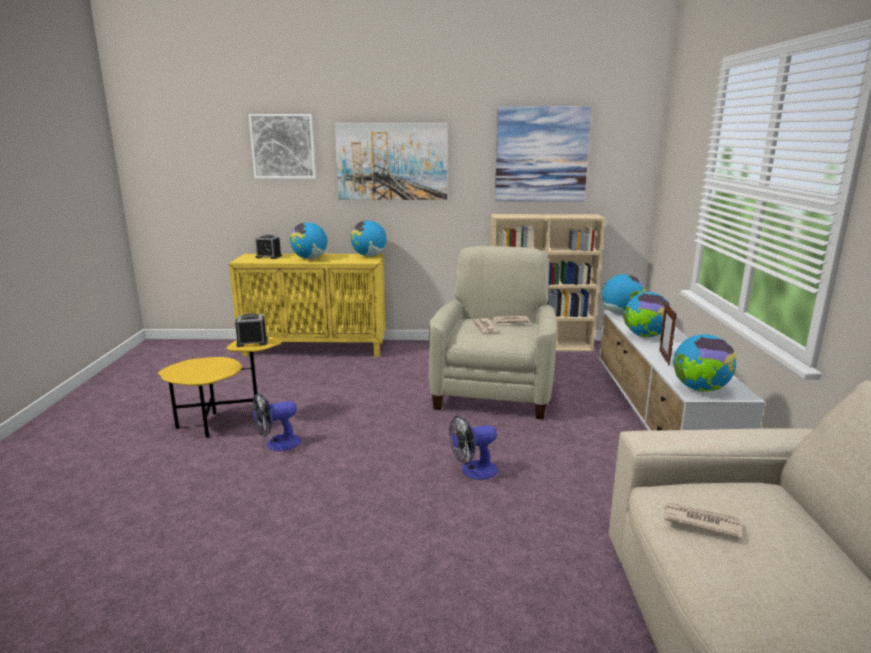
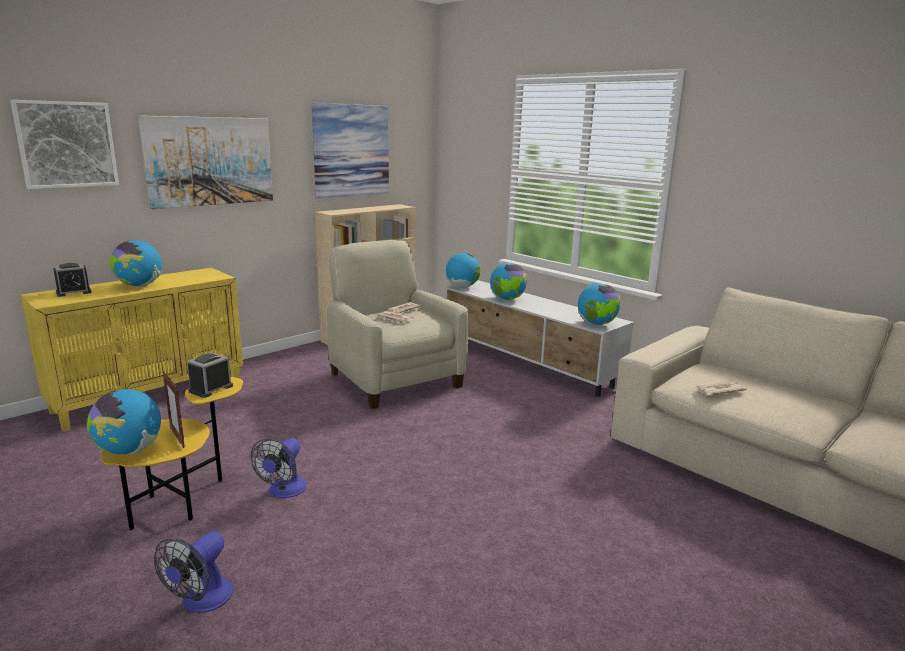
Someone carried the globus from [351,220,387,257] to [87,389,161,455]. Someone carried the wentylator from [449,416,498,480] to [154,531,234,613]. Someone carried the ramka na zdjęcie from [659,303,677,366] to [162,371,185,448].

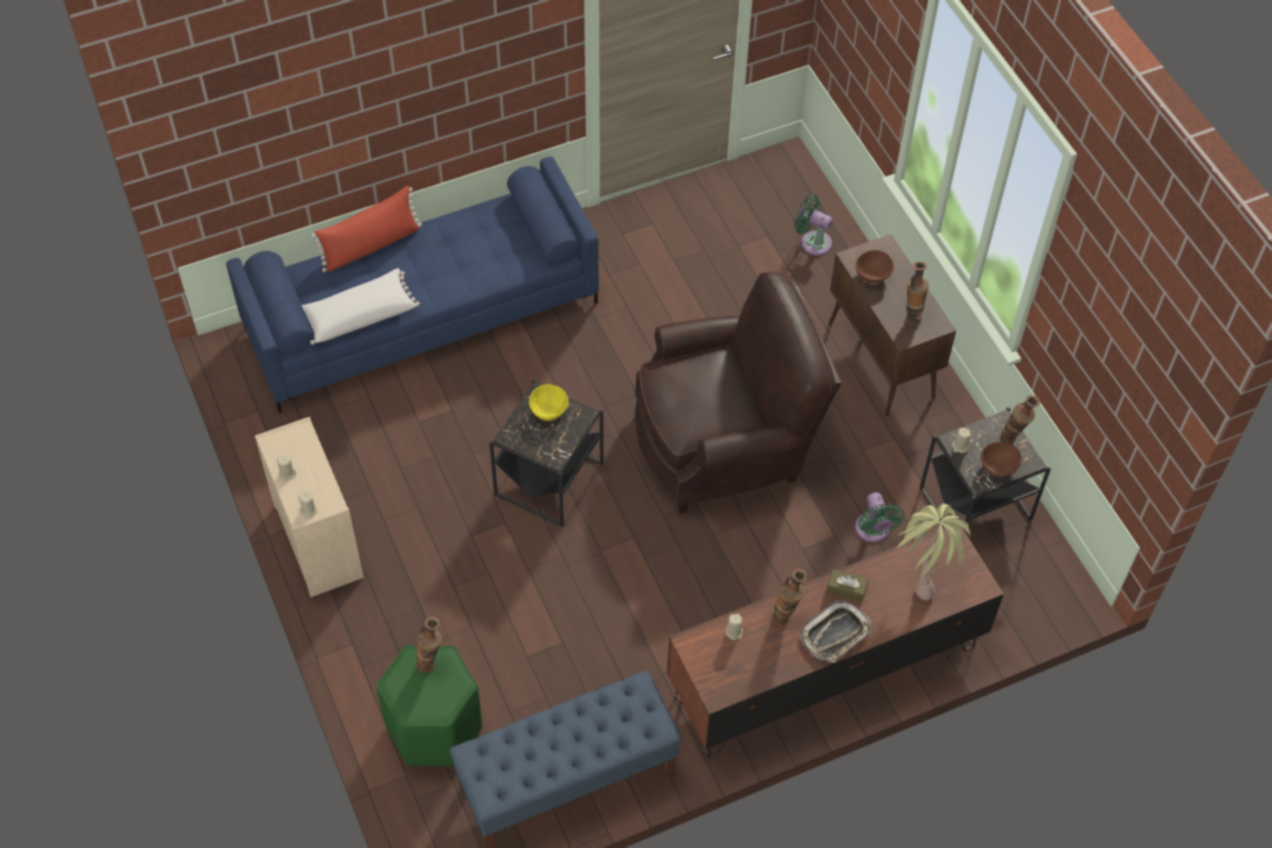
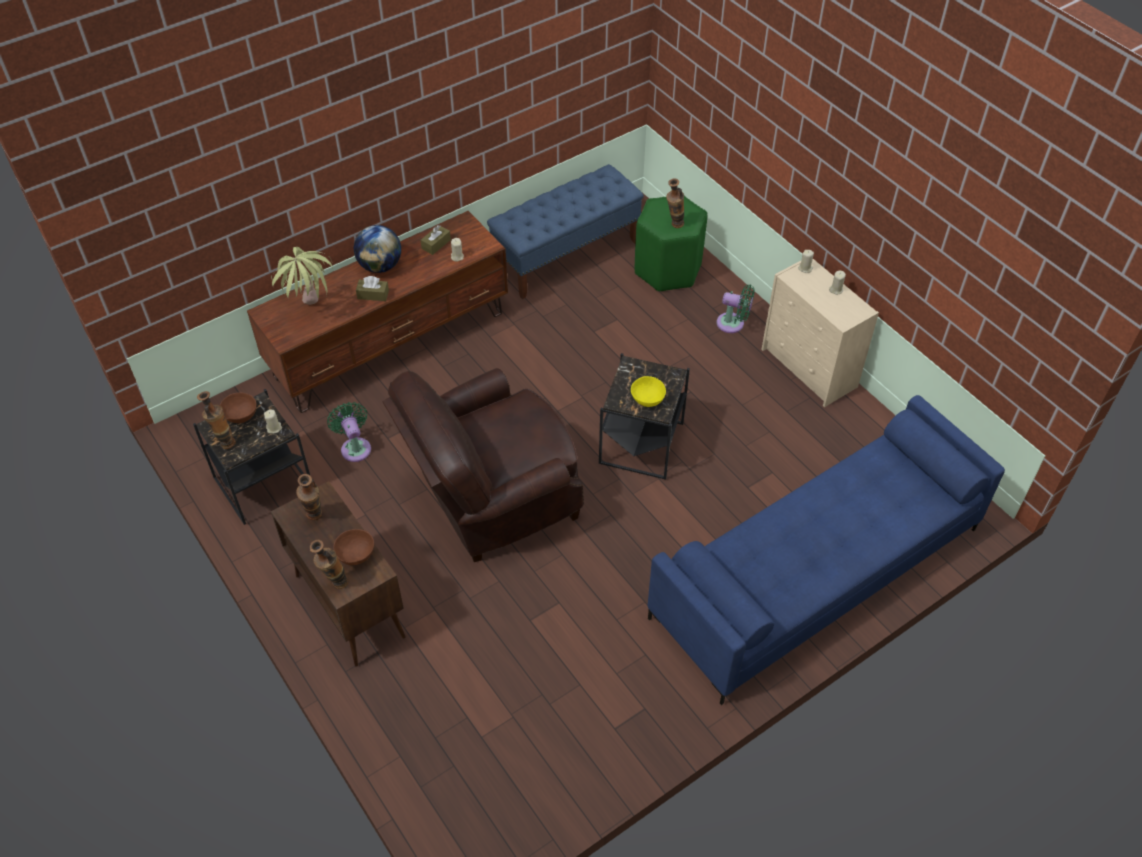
Someone took away the poduszka (biały) at [302,268,420,345]. Someone took away the poduszka (czerwony) at [311,186,422,272]. Someone carried the wazon from [772,569,807,625] to [310,540,349,589]. Someone carried the wentylator (zielony) from [794,194,833,256] to [716,285,755,333]. Someone swapped the taca at [800,600,871,663] for the globus at [354,225,401,273]. Someone put down the pudełko chusteczek (brązowy) at [421,225,451,255].

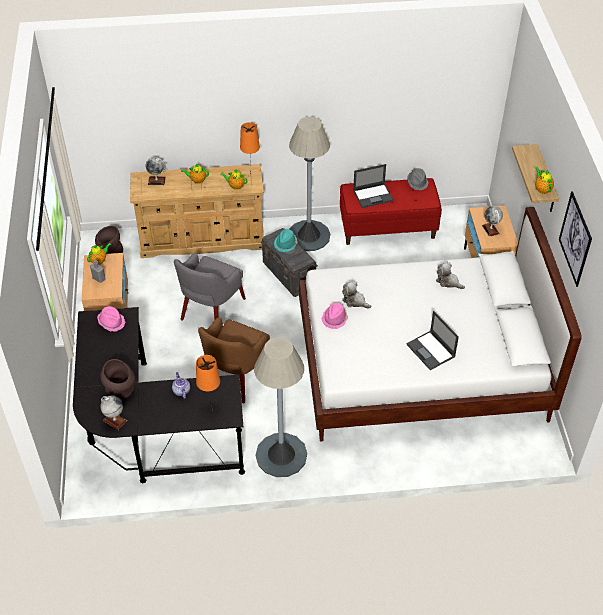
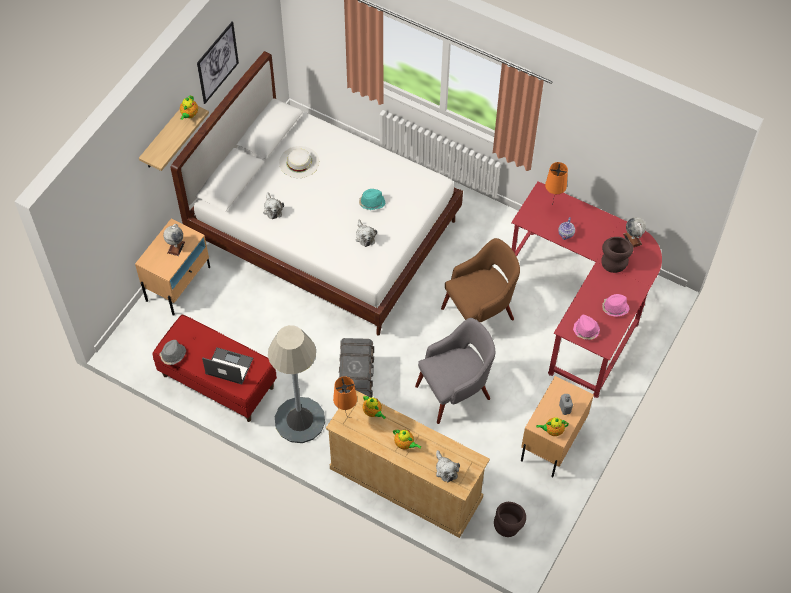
Someone repainted the biurko (czarny) at [73,307,245,483], which became the biurko (czerwony) at [511,181,662,398]. Someone swapped the globus at [146,157,166,185] for the pluszak at [436,450,460,482]. Someone took away the lampa stojąca (szary) at [254,337,307,477]. Someone carried the kapelusz (turkusowy) from [274,229,298,252] to [359,189,385,210]. Someone carried the kapelusz (różowy) from [322,303,348,329] to [602,294,629,317]. Someone took away the laptop at [406,311,459,370]. Someone put down the kapelusz (biały) at [279,146,319,178].

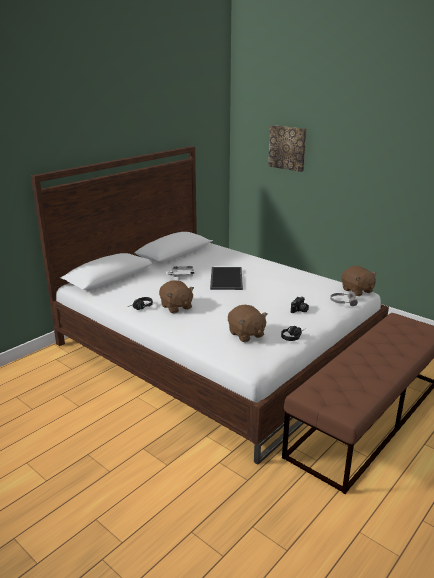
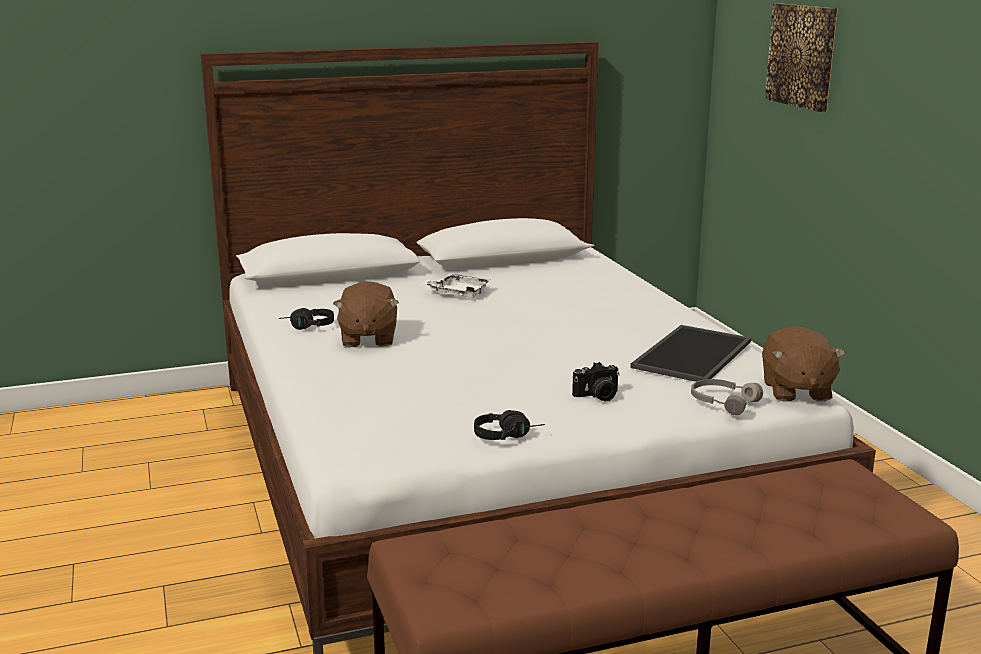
Someone carried the taca from [210,267,243,290] to [630,325,751,382]. Someone took away the pluszak (brązowy) at [228,305,267,342].

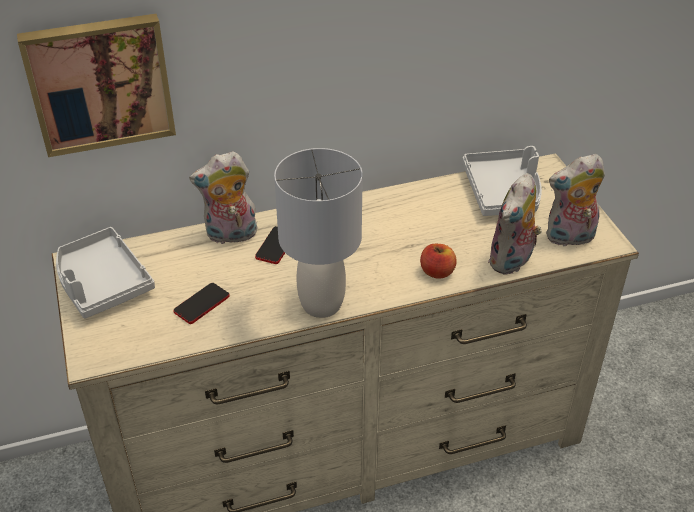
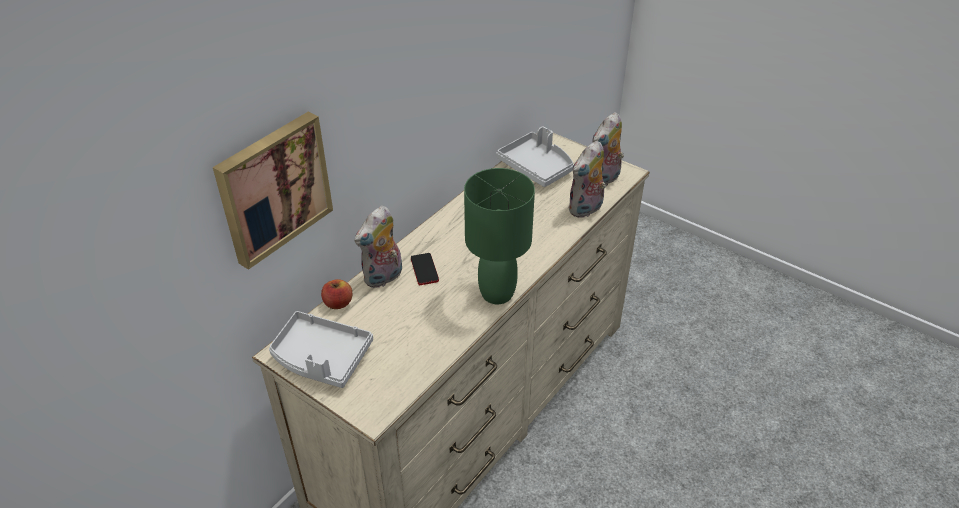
Someone took away the telefon at [173,283,229,324]. Someone repainted the lampa stołowa (szary) at [274,148,363,318], which became the lampa stołowa (zielony) at [464,168,535,304]. Someone carried the jabłko from [420,244,457,279] to [321,279,352,309]. Someone rotated the pluszak at [488,173,542,275] by 45 degrees clockwise.

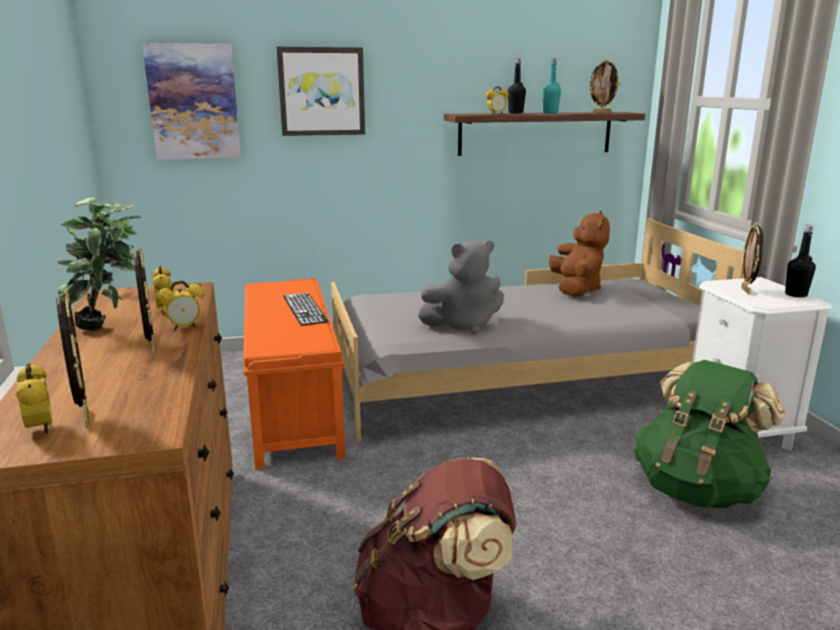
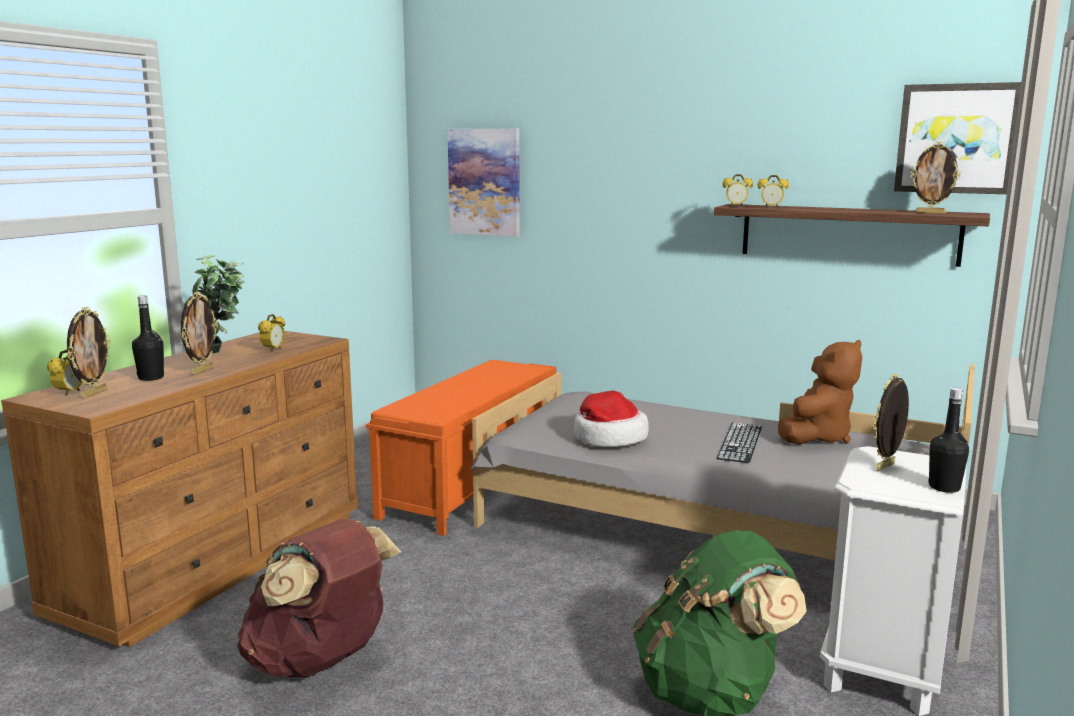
Someone carried the budzik from [156,280,204,331] to [723,174,753,207]. Someone carried the obraz from [276,47,365,136] to [894,82,1021,194]. Someone carried the klawiatura from [283,293,329,326] to [716,423,762,463]. Someone swapped the pluszak (szary) at [418,240,504,334] for the kapelusz at [574,391,649,447]. Someone carried the butelka (czarny) from [508,58,526,114] to [132,295,164,381]. Someone took away the butelka (turkusowy) at [543,58,561,114].

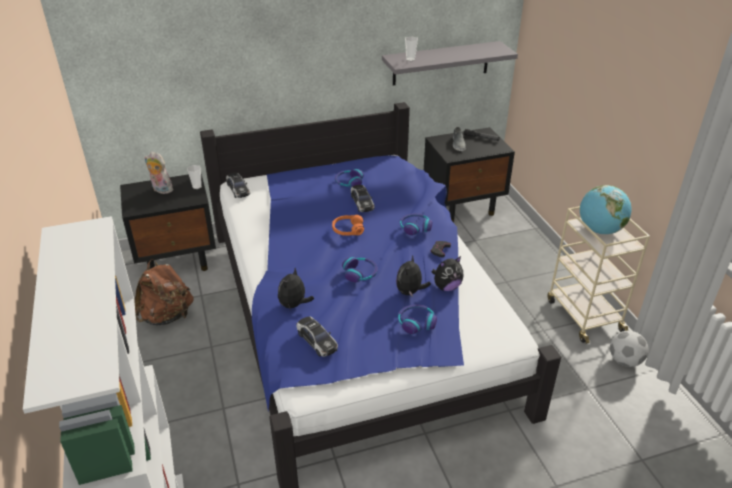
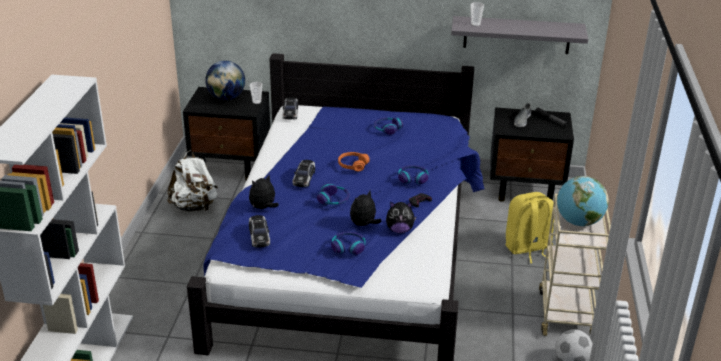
Someone repainted the plecak (brązowy) at [134,259,193,325], which became the plecak (biały) at [167,150,218,211]. Someone swapped the pluszak at [144,152,173,194] for the globus at [205,61,245,100]. Someone carried the samochodzik from [351,185,375,212] to [292,160,315,187]. Someone put down the plecak (żółty) at [506,192,554,264].

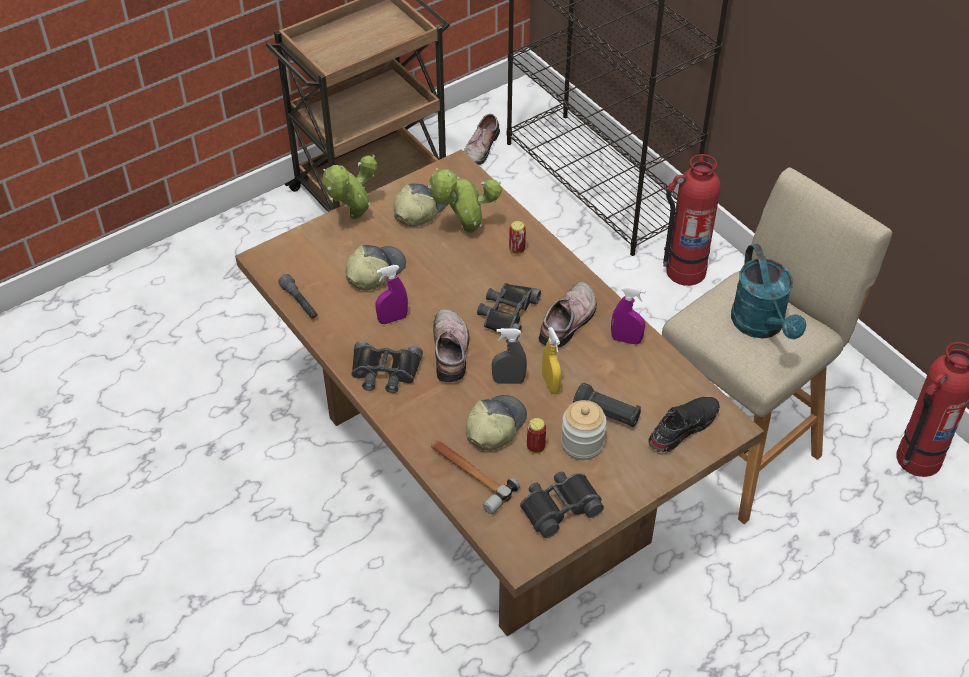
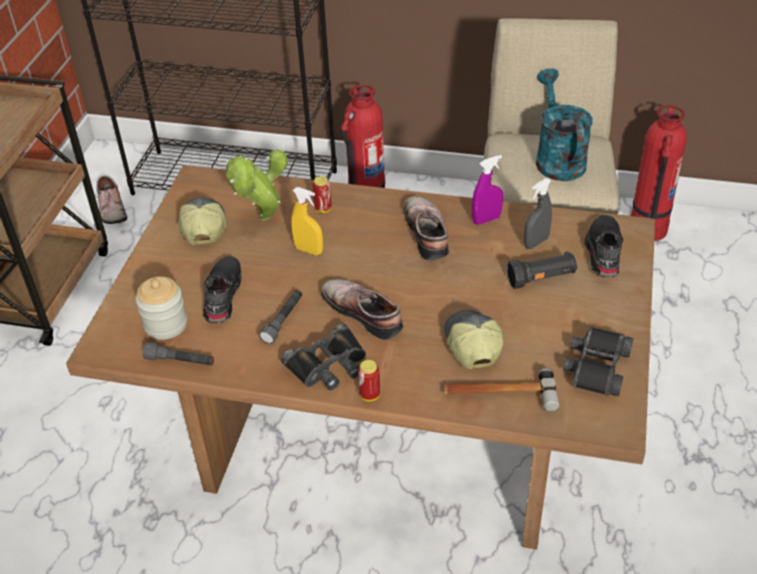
Someone took away the roślina doniczkowa at [323,155,377,220]. Someone swapped the czapka z daszkiem at [346,245,406,291] for the but (czarny) at [203,256,241,323]. Someone swapped the spryskiwacz (fioletowy) at [376,265,408,324] for the latarka (szary) at [259,290,302,344]. Someone took away the lornetka (czarny) at [477,283,541,339]. Someone carried the spryskiwacz (szary) from [492,328,527,384] to [524,178,552,249]. Someone carried the puszka from [527,418,546,454] to [358,360,380,401]. Someone carried the spryskiwacz (żółty) from [542,327,561,394] to [291,187,323,255]. Someone carried the słoik from [561,400,606,460] to [136,276,187,340]. Someone rotated the konewka (turkusowy) at [731,244,806,339] by 135 degrees counterclockwise.

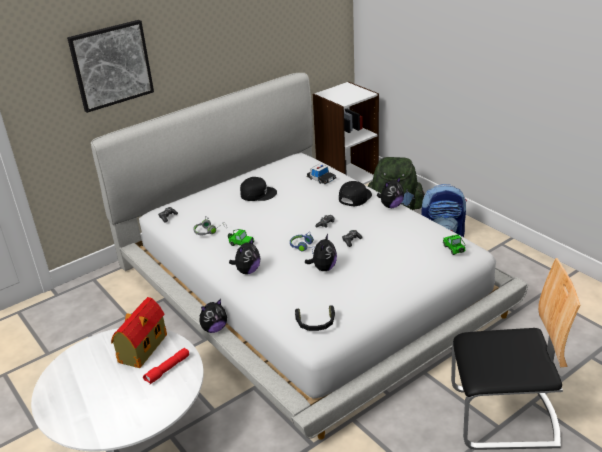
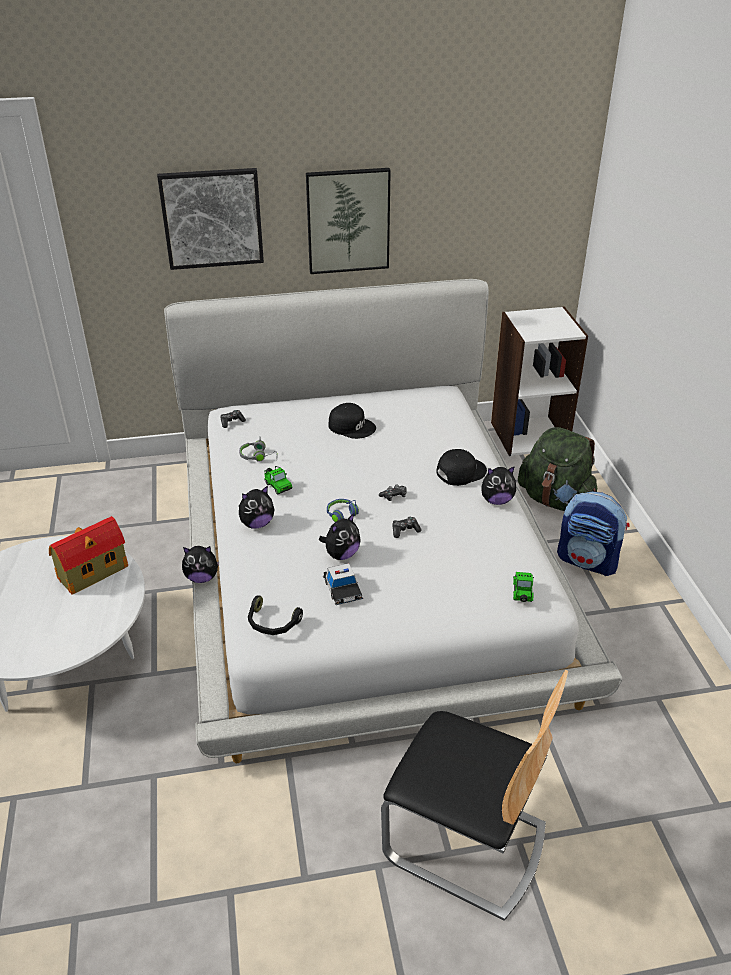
Someone took away the latarka (czerwony) at [143,348,189,384]. Someone carried the samochodzik from [306,164,336,184] to [323,563,363,605]. Someone put up the obraz at [306,168,391,274].

